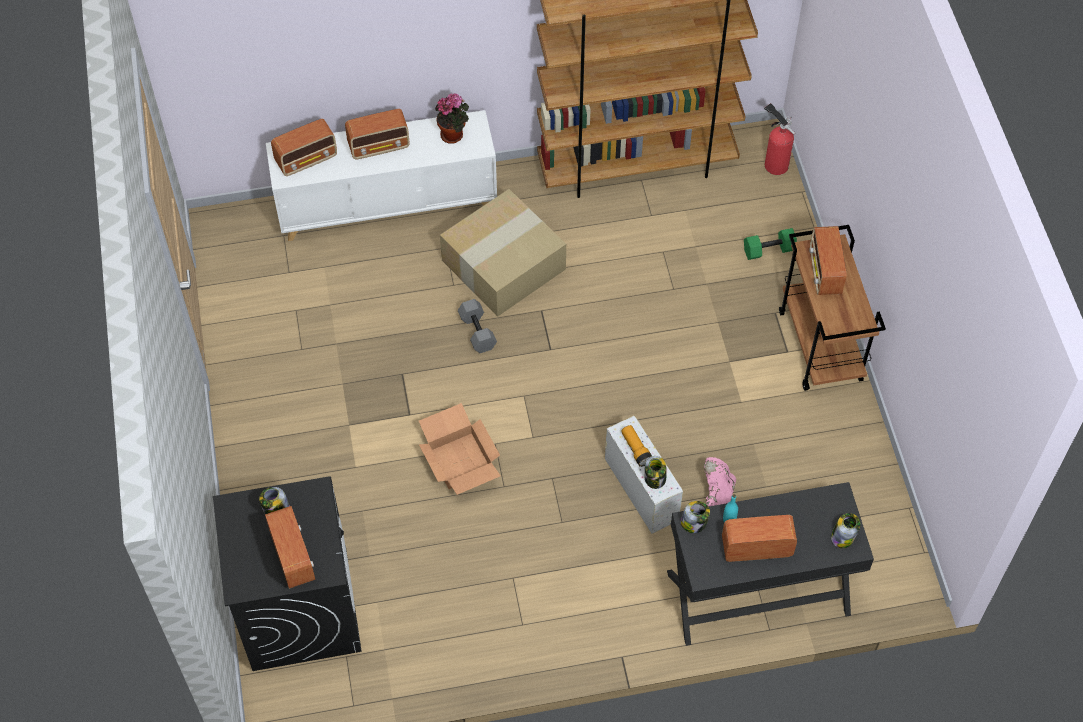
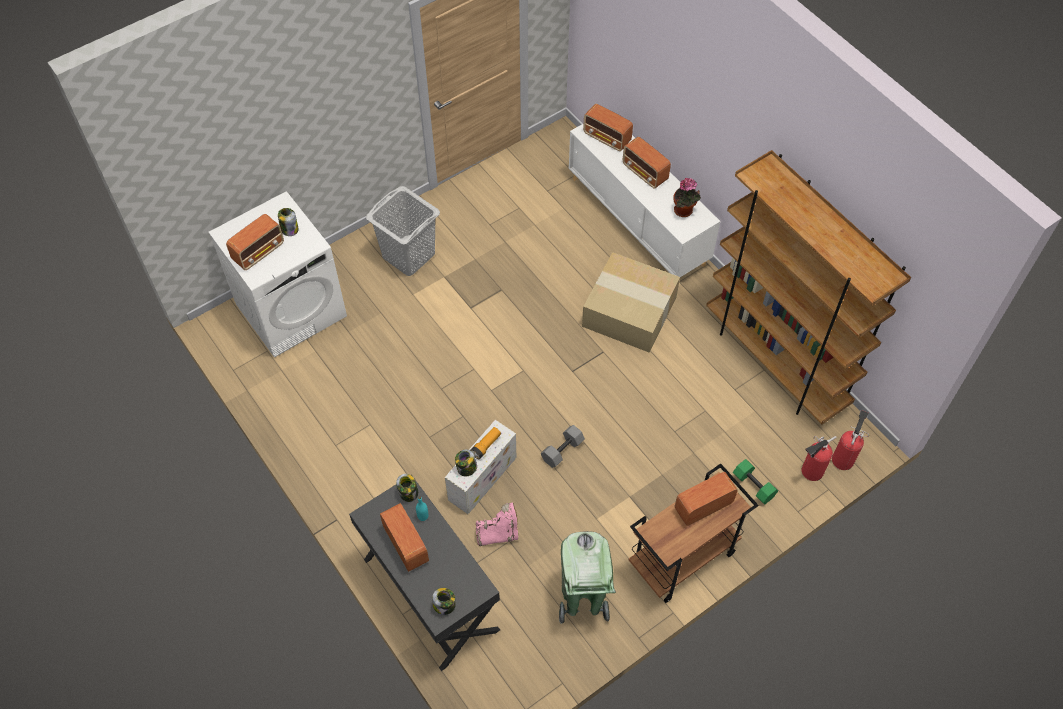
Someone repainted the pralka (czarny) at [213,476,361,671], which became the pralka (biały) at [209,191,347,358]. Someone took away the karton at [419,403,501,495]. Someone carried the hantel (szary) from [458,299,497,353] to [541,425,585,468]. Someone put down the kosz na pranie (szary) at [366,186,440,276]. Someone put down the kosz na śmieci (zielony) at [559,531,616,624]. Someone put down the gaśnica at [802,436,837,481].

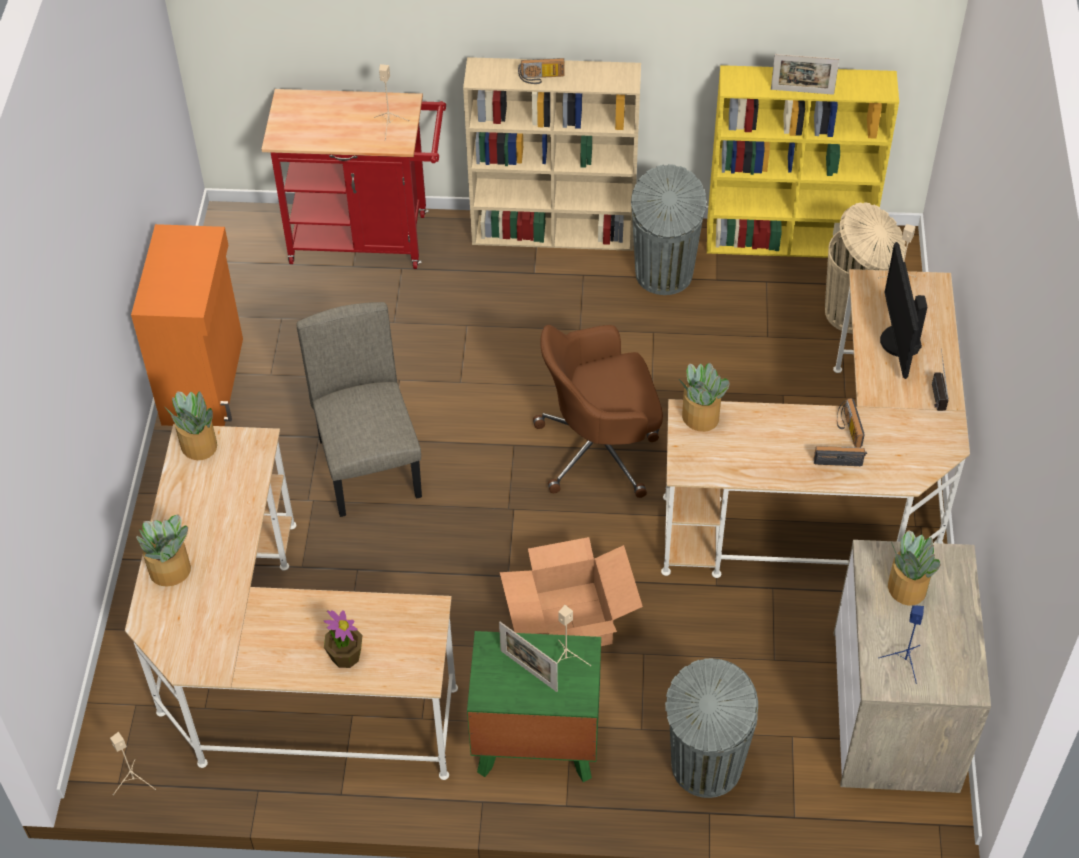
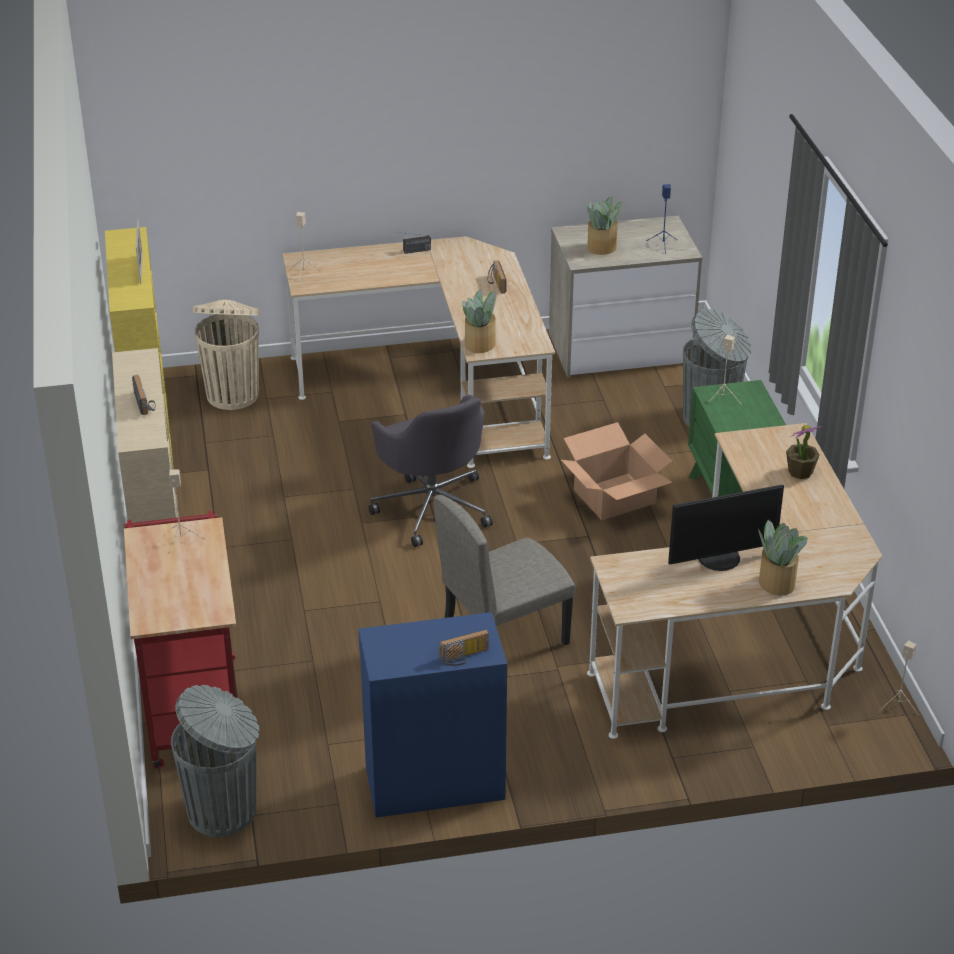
Someone repainted the szafka (pomarańczowy) at [131,224,243,426], which became the szafka (niebieski) at [358,612,507,818]. Someone took away the roślina doniczkowa at [165,391,217,460]. Someone took away the ramka na zdjęcie at [499,622,558,692]. Someone repainted the krzesło biurowe (brązowy) at [533,325,663,498], which became the krzesło biurowe (szary) at [368,395,493,547]. Someone carried the kosz na śmieci (szary) from [631,164,707,295] to [171,685,260,837]. Someone carried the radio from [837,398,865,448] to [438,630,489,666]. Someone carried the monitor from [880,242,927,379] to [668,485,784,571].

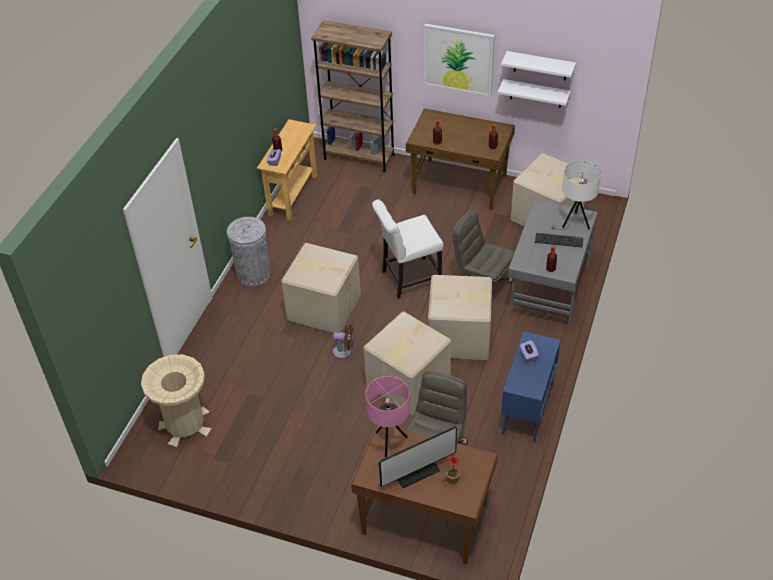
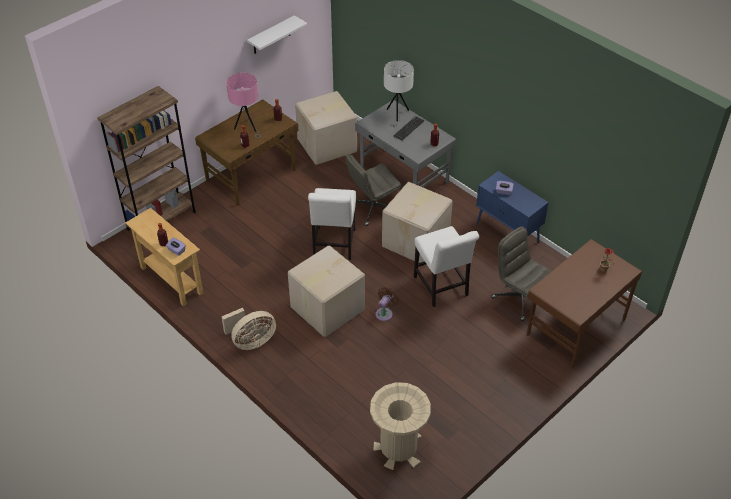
Someone swapped the kosz na śmieci (szary) at [227,217,270,287] for the wentylator (beżowy) at [222,308,276,350]. Someone swapped the karton at [364,311,451,415] for the krzesło (biały) at [414,226,479,307]. Someone carried the lampa stołowa (różowy) from [365,376,410,467] to [226,73,261,138]. Someone took away the monitor at [379,426,457,488]. Someone took away the obraz at [424,24,495,96]. Someone took away the półka (biały) at [498,79,571,108].

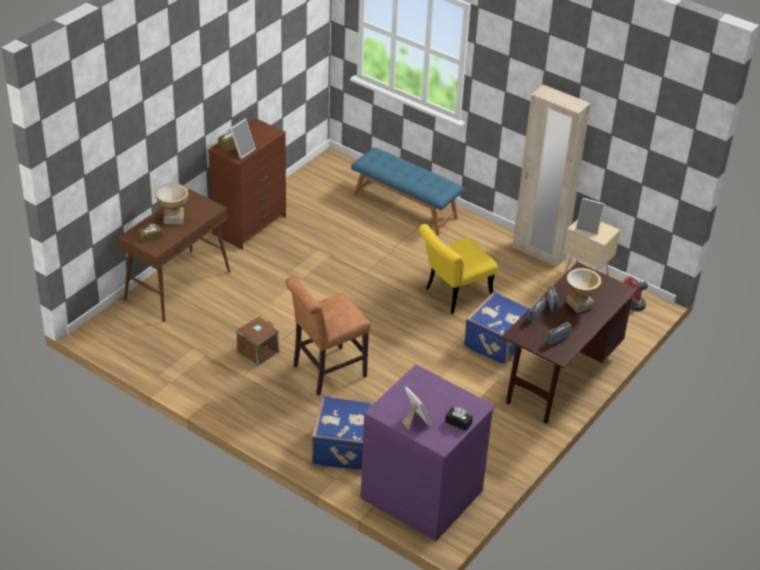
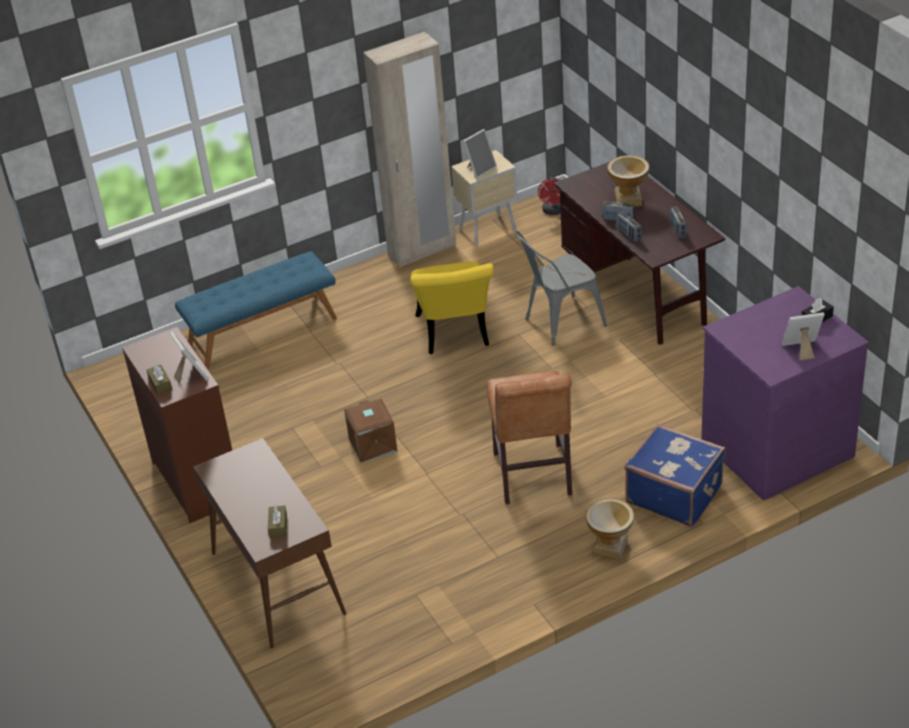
Someone carried the wazon from [155,183,189,225] to [585,498,634,560]. Someone carried the pojemnik do przechowywania (brązowy) from [236,317,279,367] to [344,399,398,463]. Someone swapped the walizka (niebieski) at [464,291,530,365] for the krzesło (szary) at [515,231,607,345].

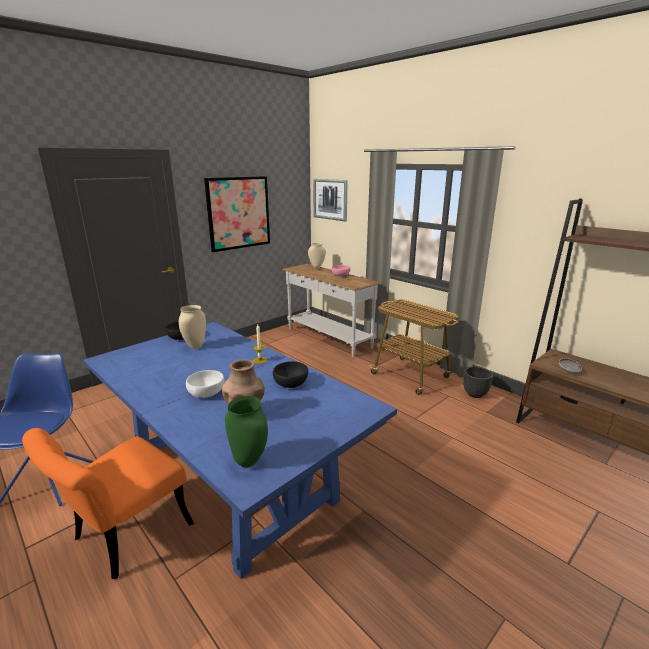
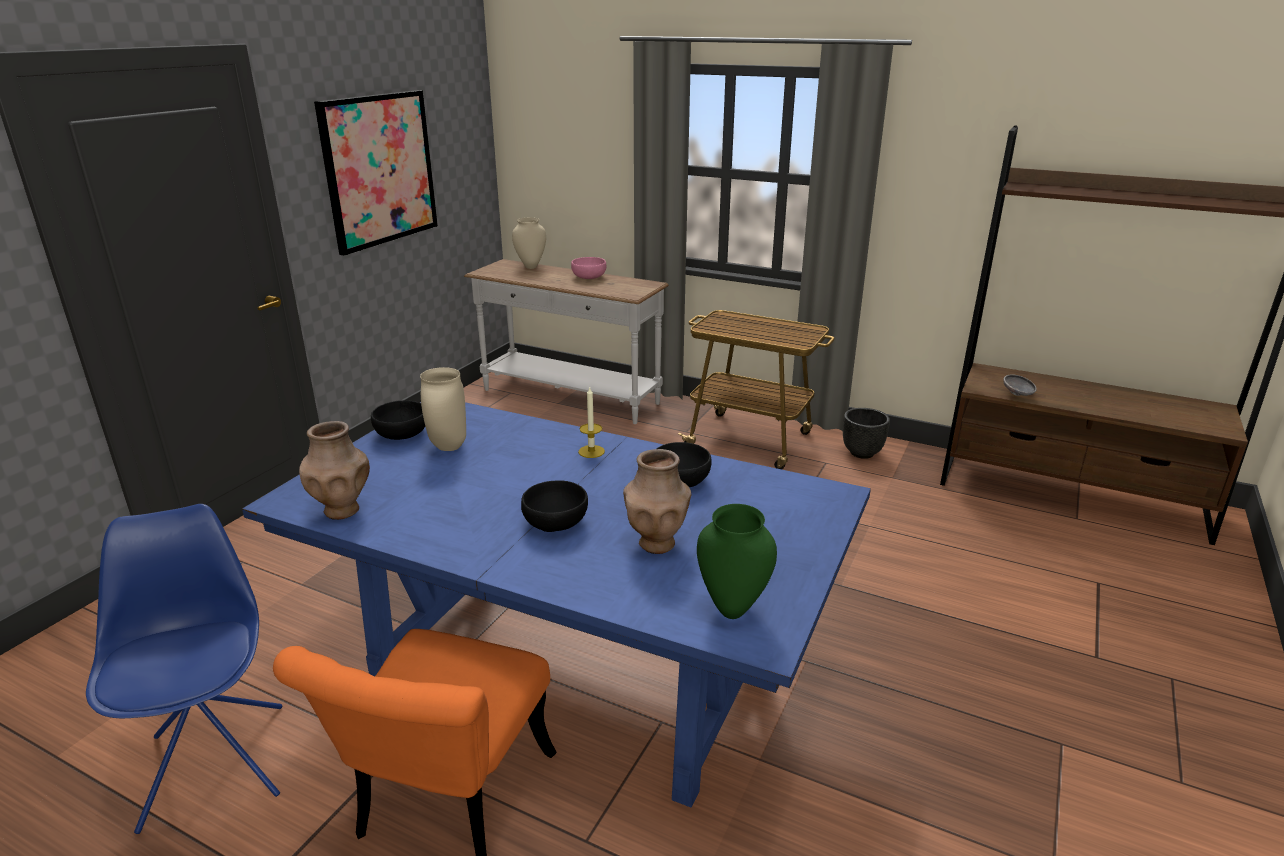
Someone repainted the miska (biały) at [186,370,224,398], which became the miska (czarny) at [521,481,588,532]. Someone took away the obraz at [313,179,348,222]. Someone put down the wazon (brązowy) at [299,421,370,520].

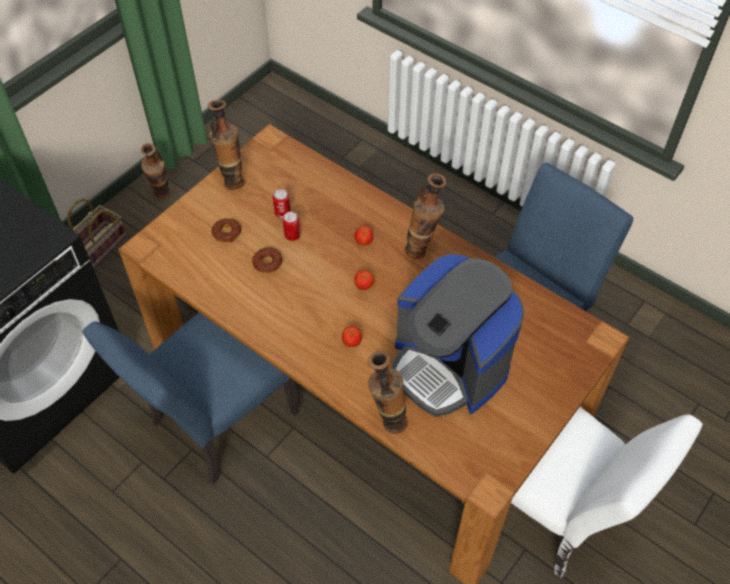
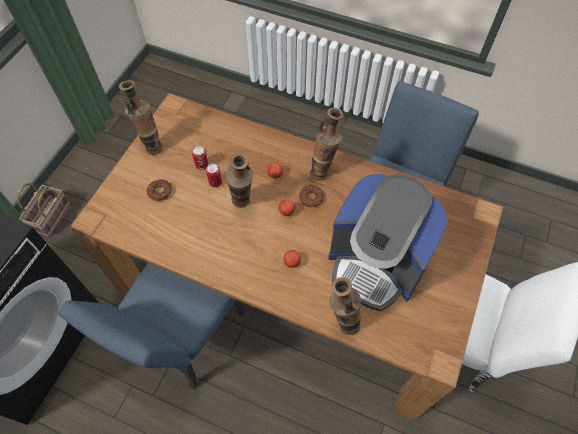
Someone carried the wazon from [141,143,170,198] to [226,153,253,208]. Someone carried the donut from [252,248,283,273] to [299,185,324,207].

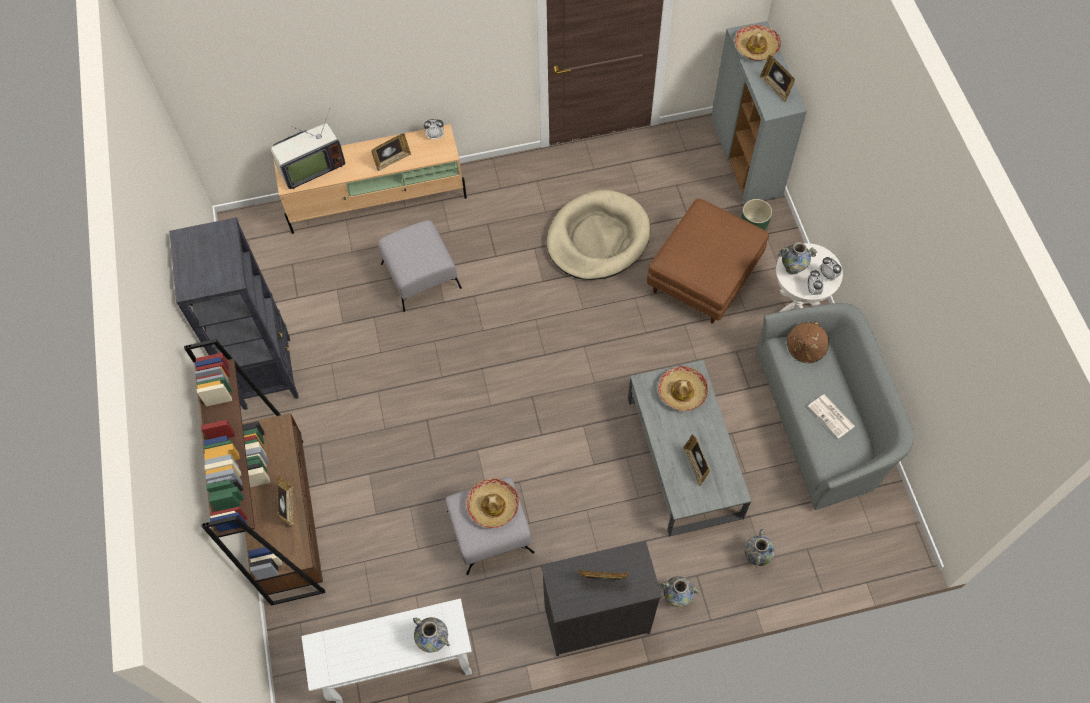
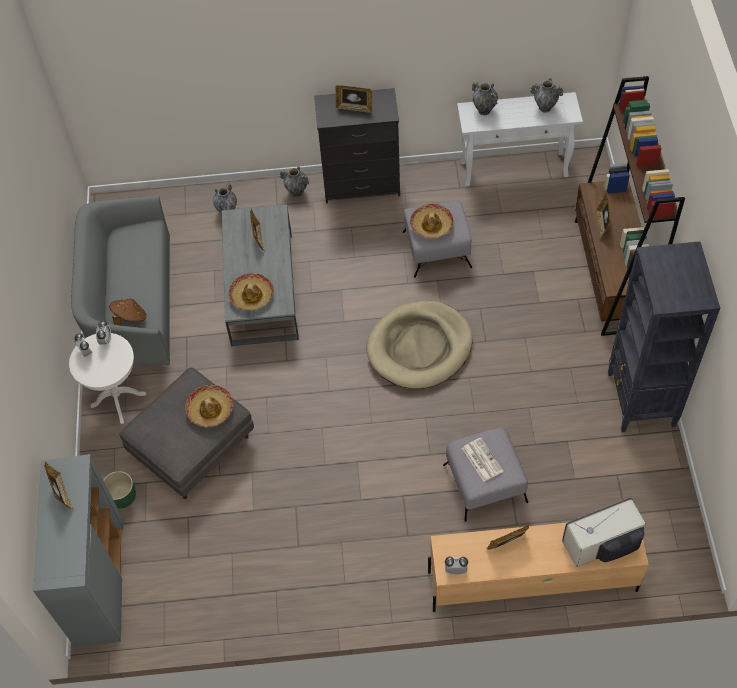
Someone carried the legowisko (beżowy) from [547,190,650,280] to [366,301,473,389]. Someone repainted the pufa (brązowy) at [647,198,769,324], which became the pufa (szary) at [119,367,254,499]. Someone carried the kapelusz from [735,25,781,61] to [185,385,233,427]. Someone carried the wazon from [778,242,817,275] to [530,78,564,113]. Someone carried the gazeta from [808,394,855,439] to [462,438,503,482].

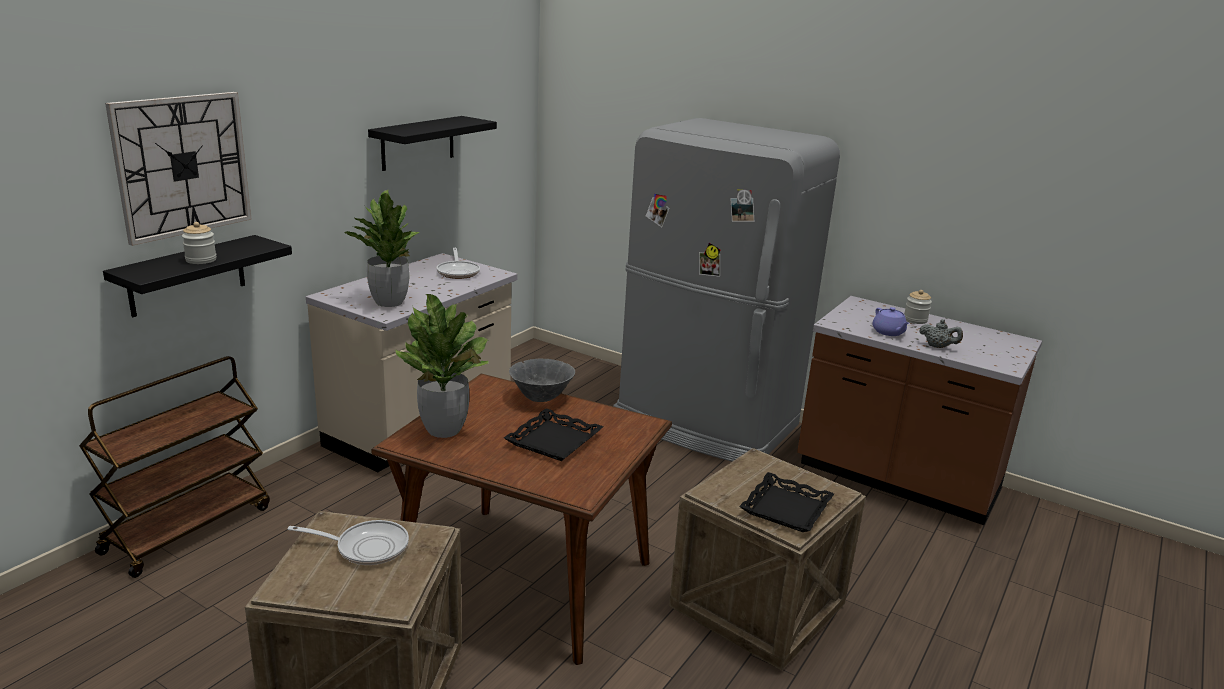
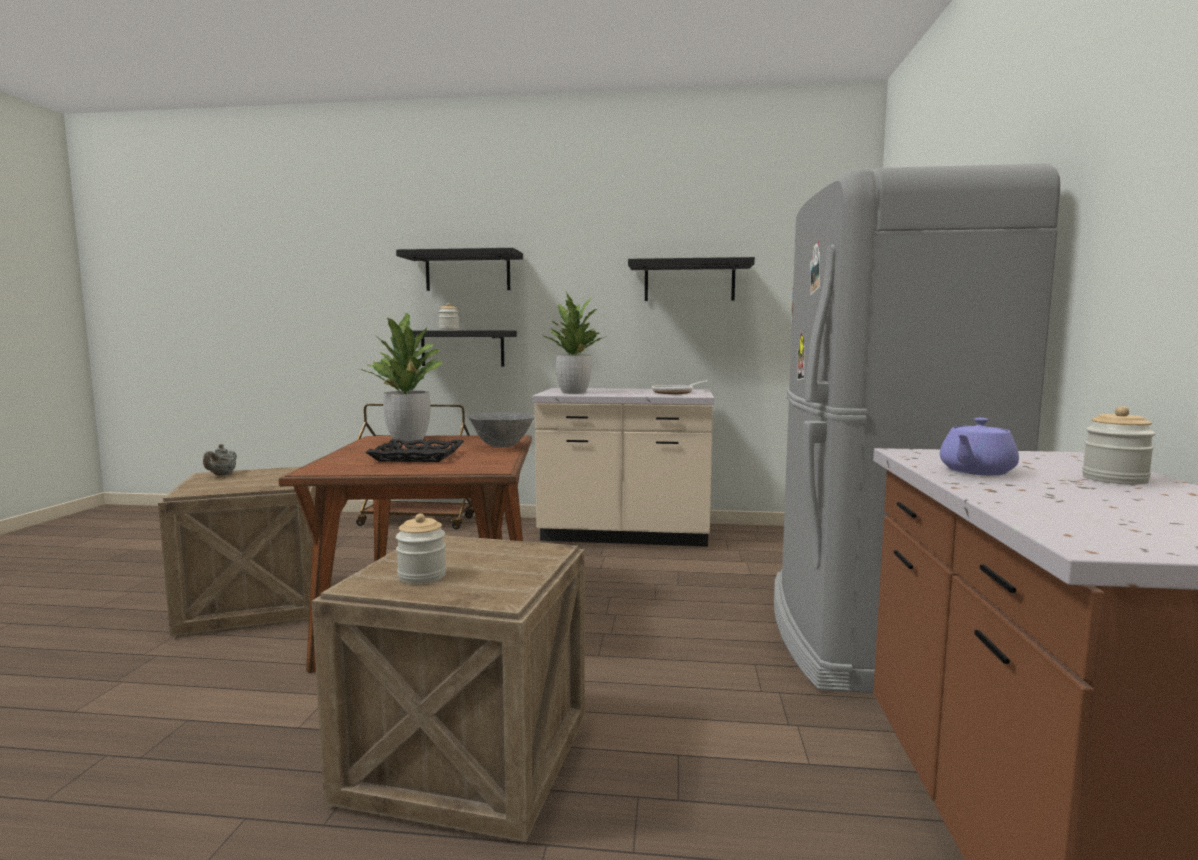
Someone swapped the zegar ścienny at [105,92,252,246] for the półka (czarny) at [396,248,523,291]. Someone took away the patelnia at [288,520,409,565]. Someone swapped the taca (czarny) at [739,472,834,532] for the słoik at [396,513,446,584]. Someone carried the imbryk (szary) from [919,319,963,348] to [203,444,237,475].

